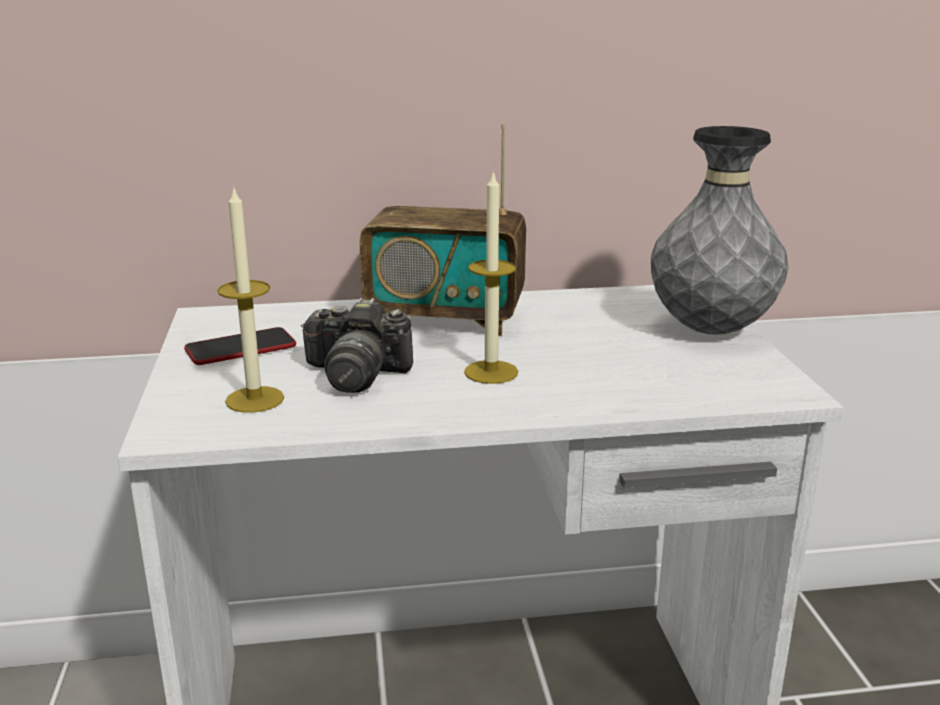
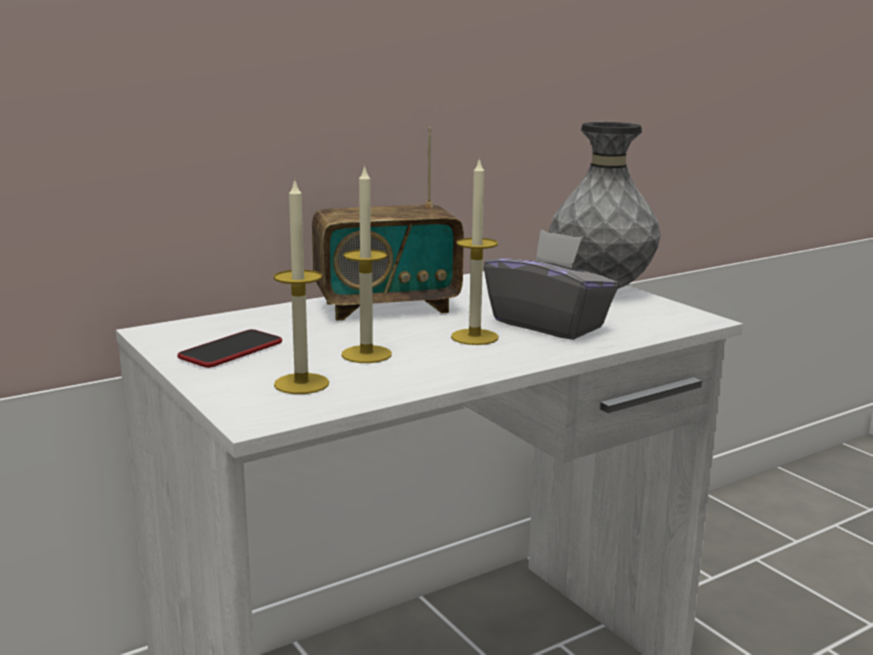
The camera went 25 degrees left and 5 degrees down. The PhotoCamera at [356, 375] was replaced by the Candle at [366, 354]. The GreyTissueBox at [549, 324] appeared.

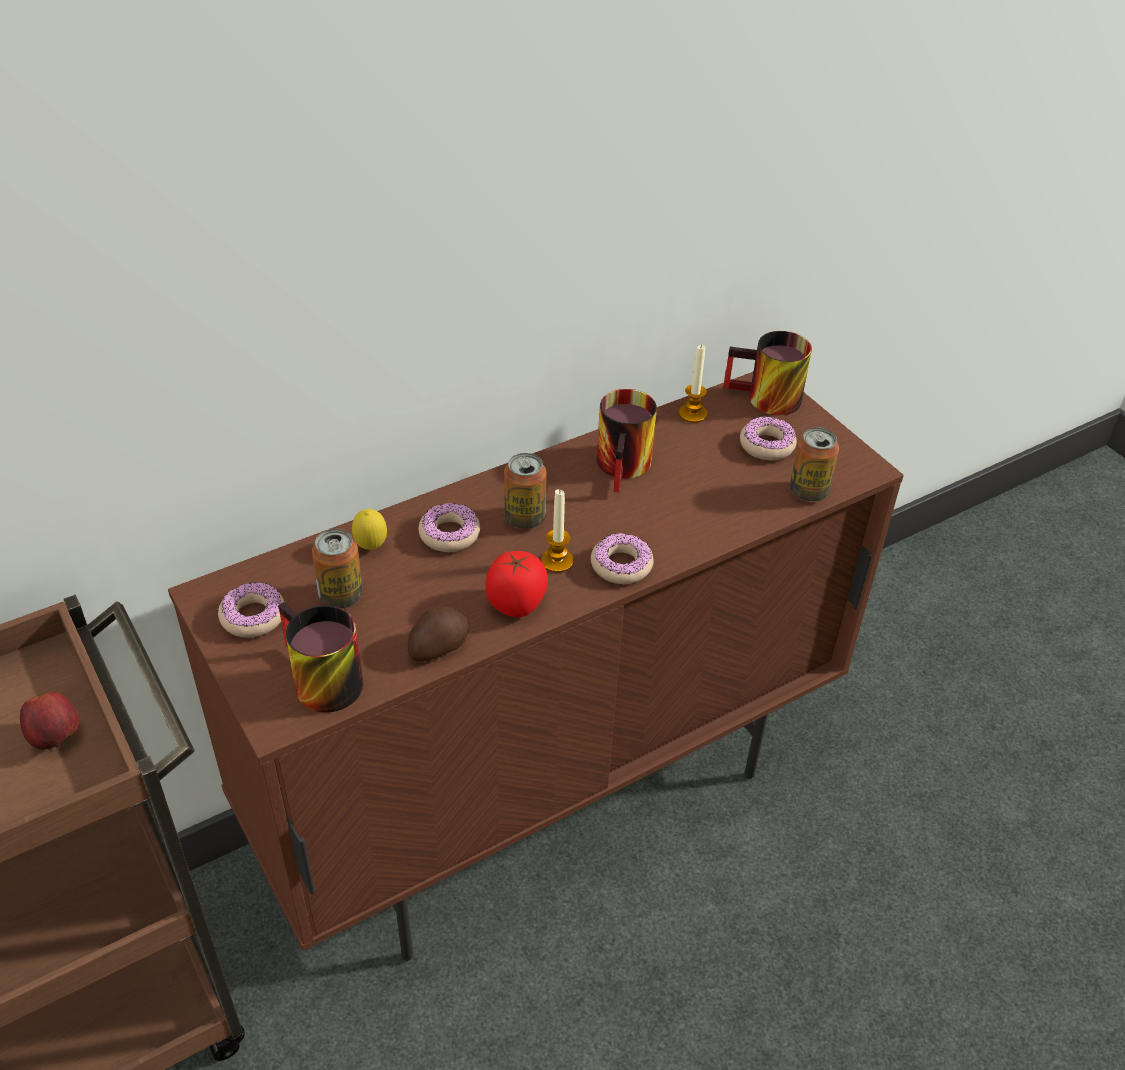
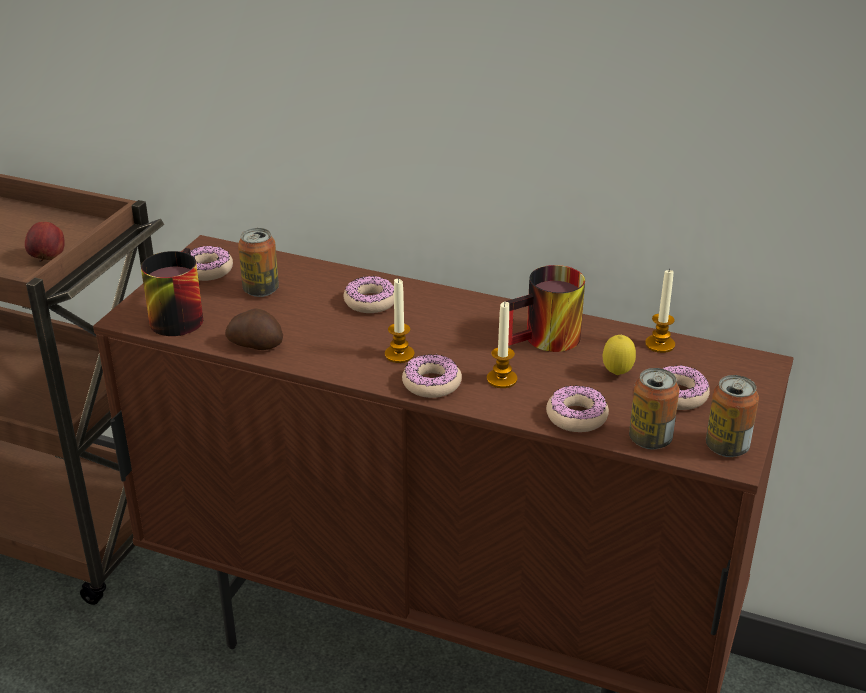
The camera went 55 degrees right and 10 degrees down. The Candle at [502, 379] appeared. The Donut at [576, 416] appeared. The Lemon moved from [371, 547] to [617, 374]. The Can moved from [525, 518] to [727, 447]. The Tomato at [517, 605] disappeared. The Mug at [764, 400] disappeared.

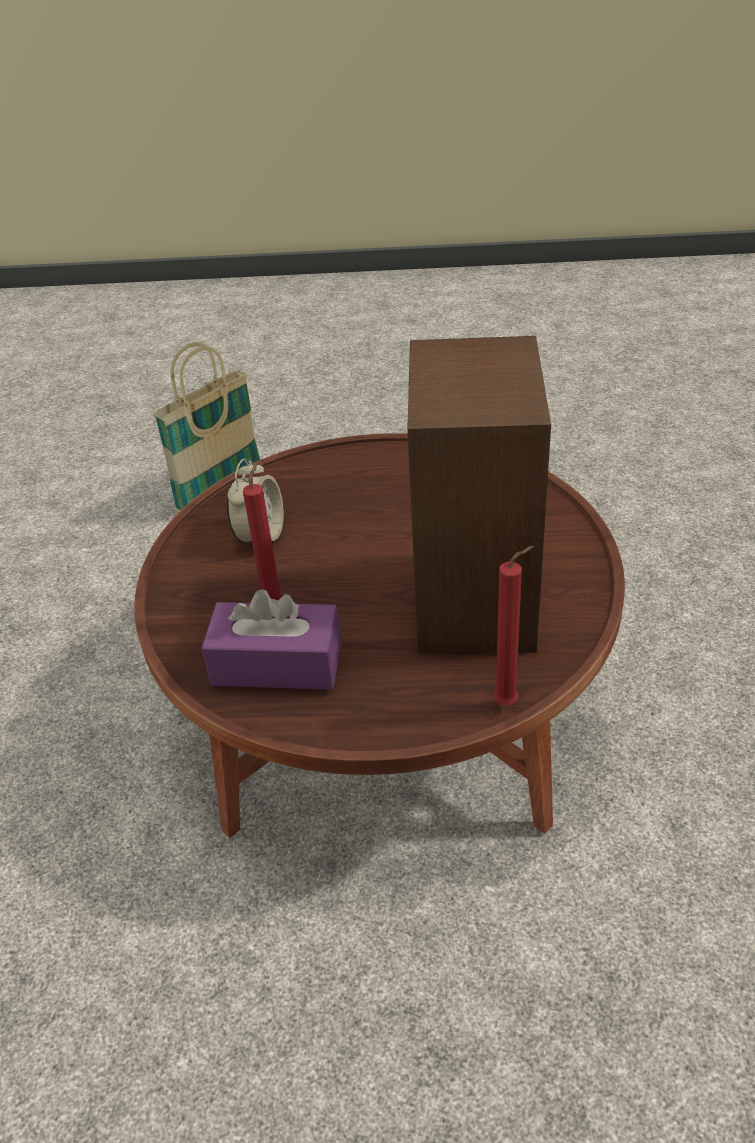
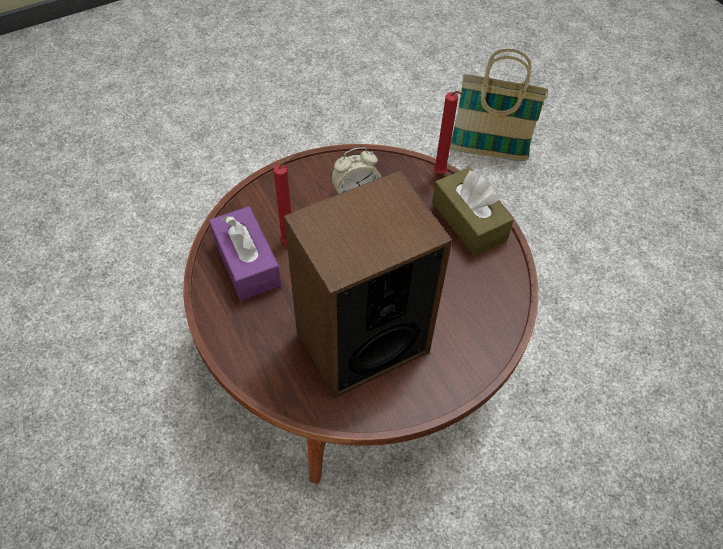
The camera went 55 degrees right and 15 degrees up. The BrownTissueBox at [469, 221] appeared. The RedCandle moved from [509, 702] to [441, 174].

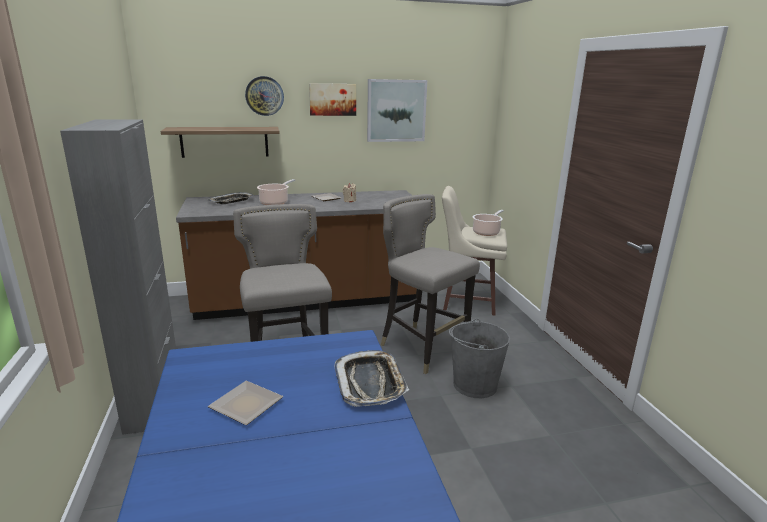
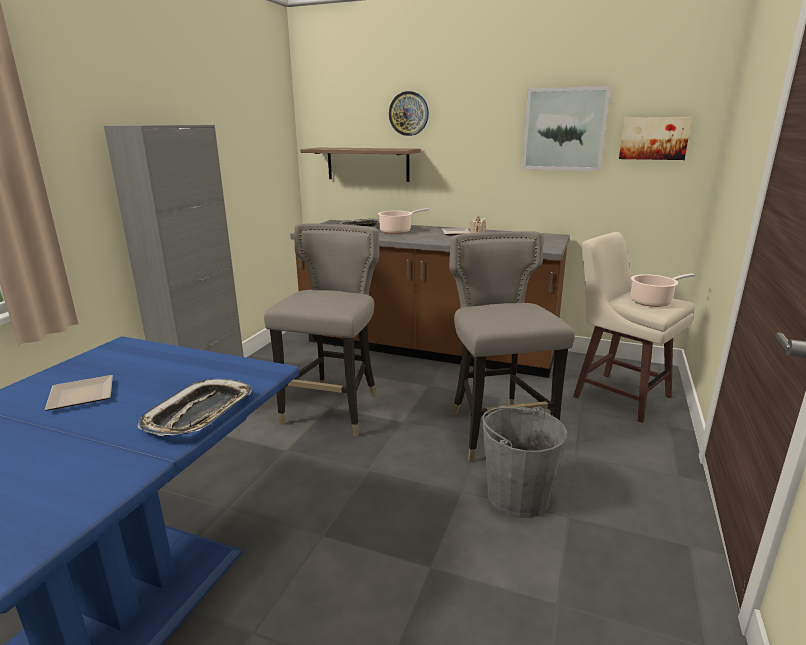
The camera went 35 degrees right and 0 degrees up. The Picture moved from [332, 99] to [654, 138].

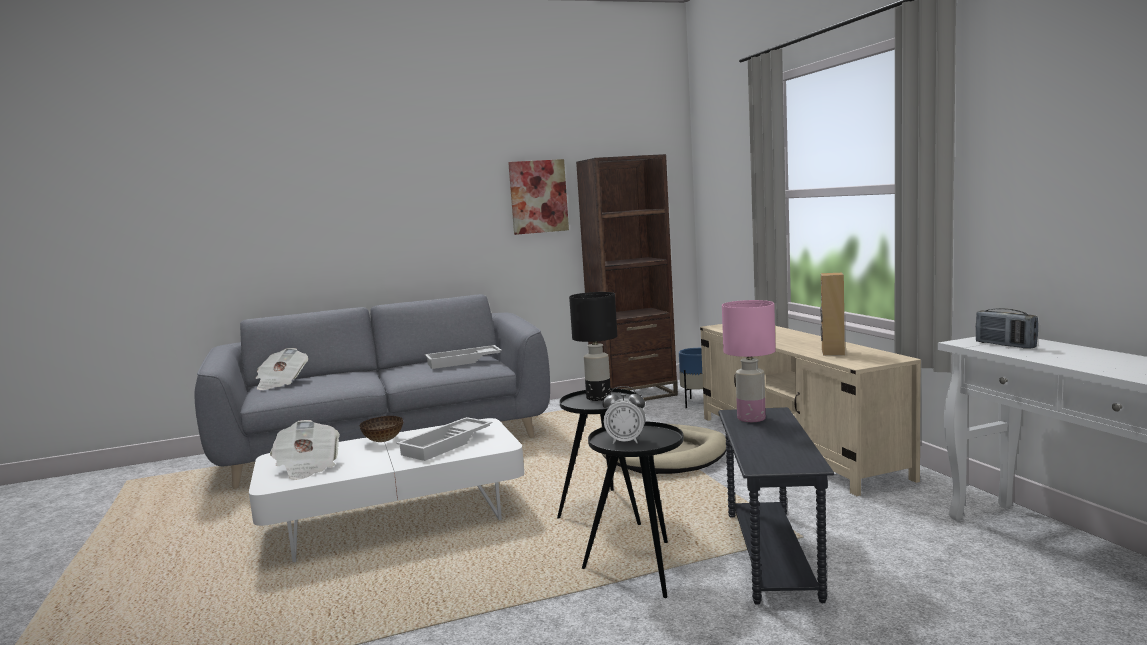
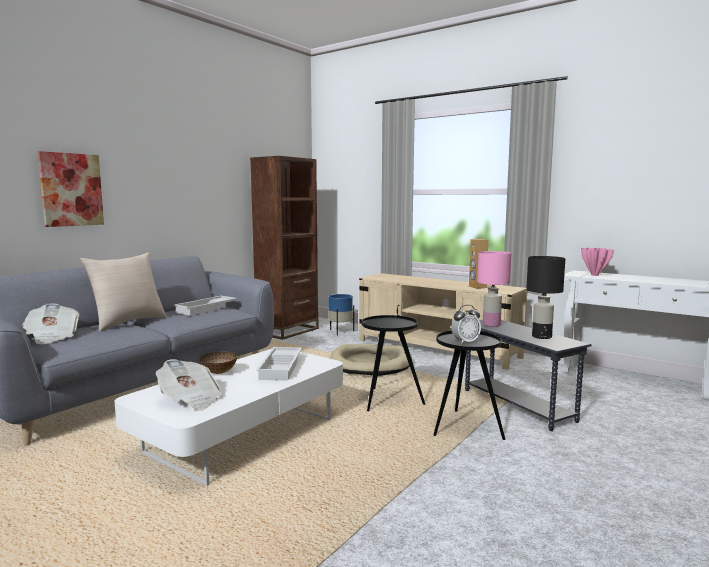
The camera went 35 degrees left and 0 degrees up. The Picture moved from [538, 196] to [71, 189]. The BeigePillow at [128, 322] appeared. The BlackTableLamp moved from [598, 398] to [541, 337]. The Radio at [1005, 345] was replaced by the PinkVase at [594, 275].

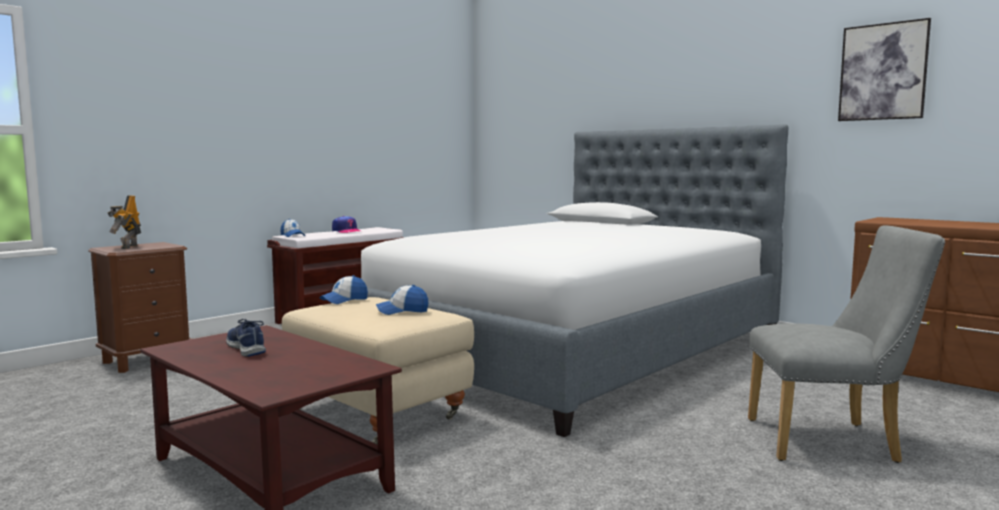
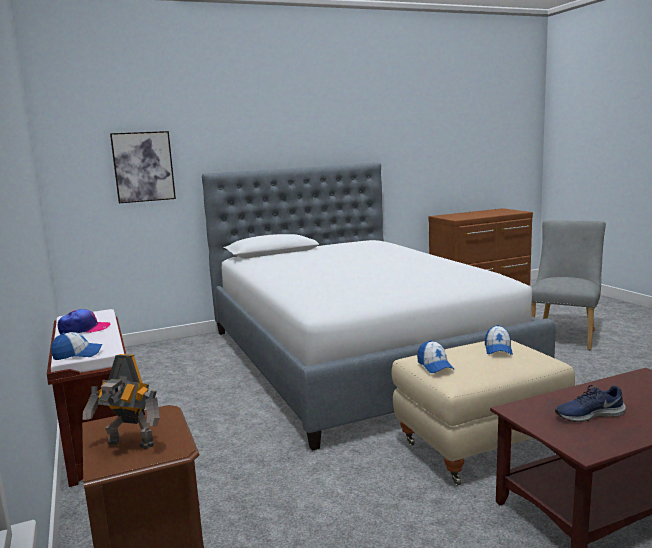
The camera went 65 degrees left and 5 degrees up. The Picture moved from [883, 72] to [143, 167].

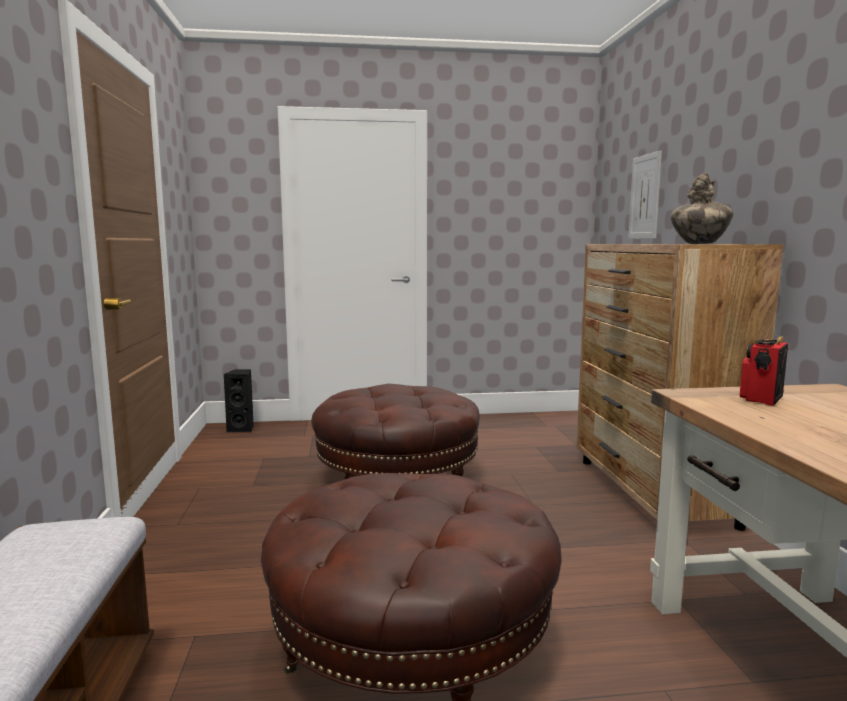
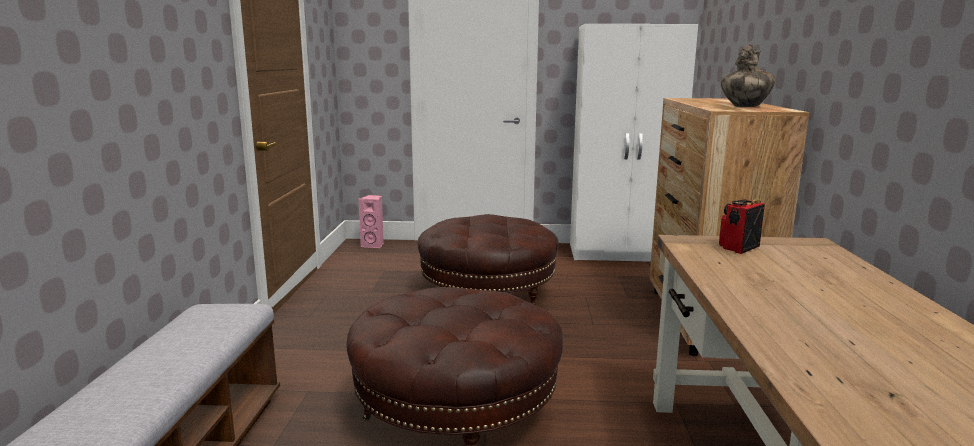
The camera went 10 degrees right and 5 degrees up. The BlackSpeaker at [242, 429] became the PinkSpeaker at [374, 245]. The WhiteWardrobe at [622, 253] appeared. The Picture at [645, 197] disappeared.

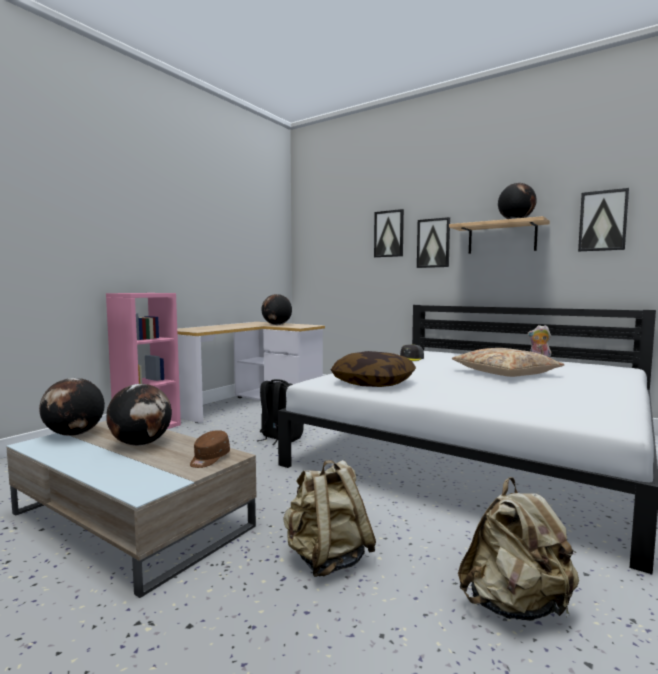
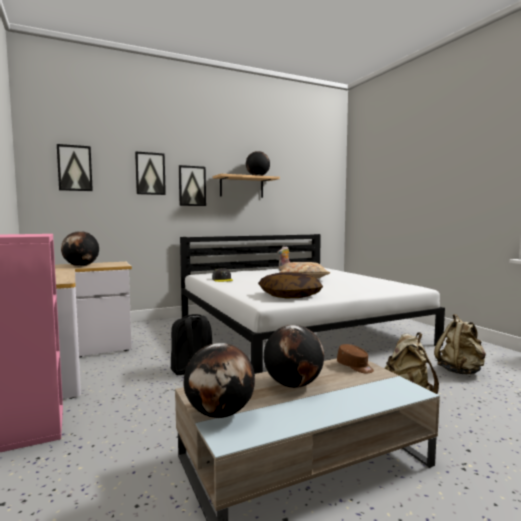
The camera went 60 degrees left and 0 degrees up. The Picture moved from [603, 221] to [75, 168].

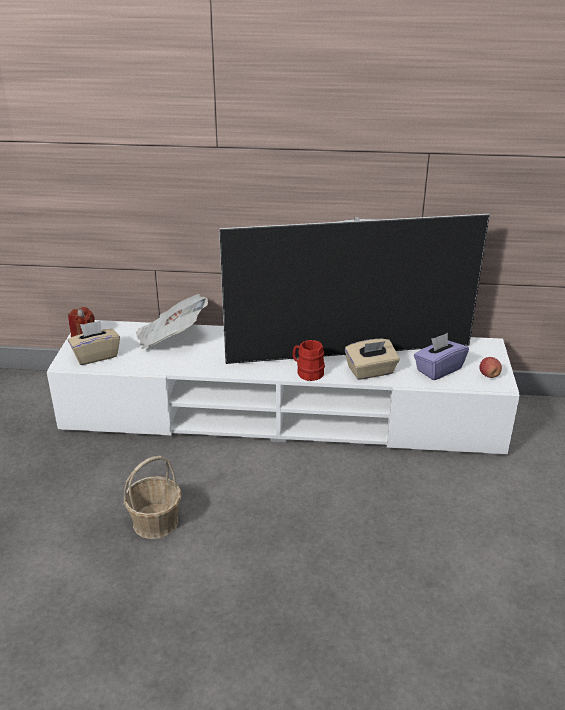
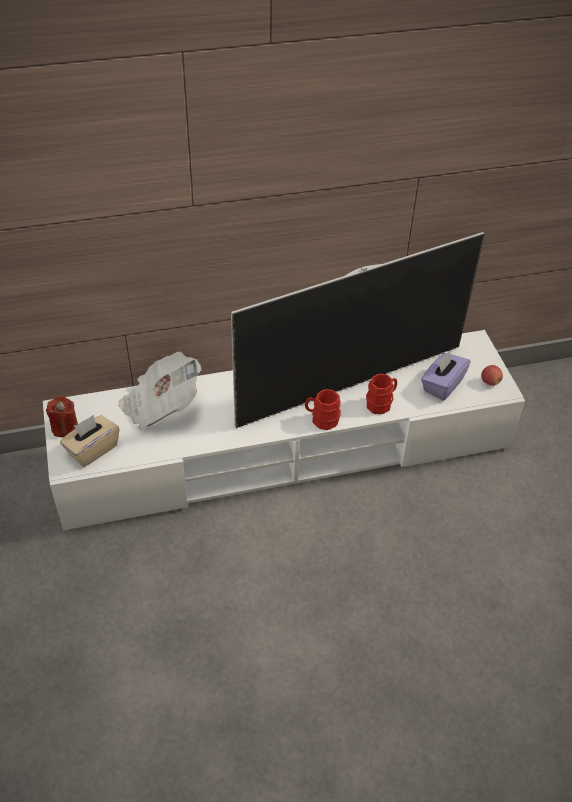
The camera went 20 degrees left and 15 degrees up. The BeigeTissueBox at [371, 371] was replaced by the RedMug at [381, 403]. The Basket at [156, 522] disappeared.

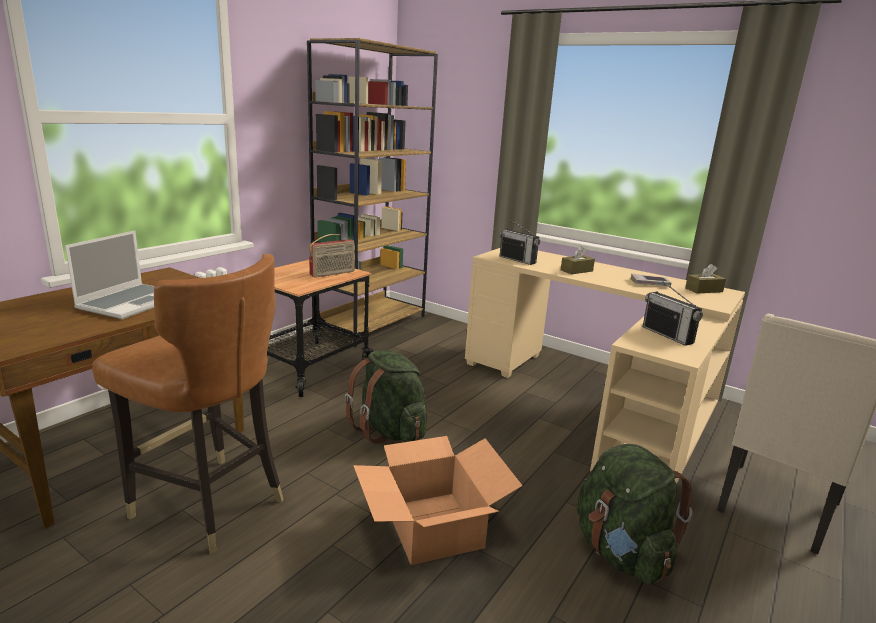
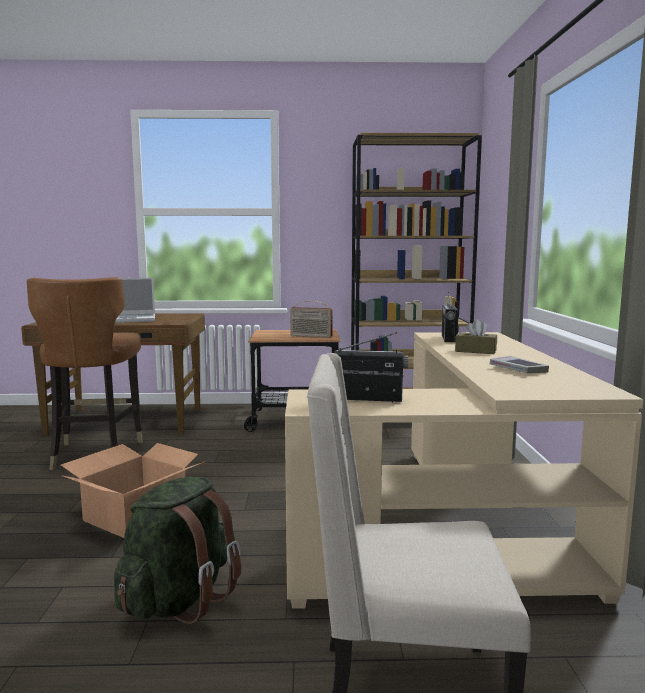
The camera went 55 degrees right and 10 degrees down. The Radio at [667, 335] turned 75 degrees clockwise. The GreenBackpack at [389, 431] disappeared. The BrownTissueBox at [704, 290] disappeared.

